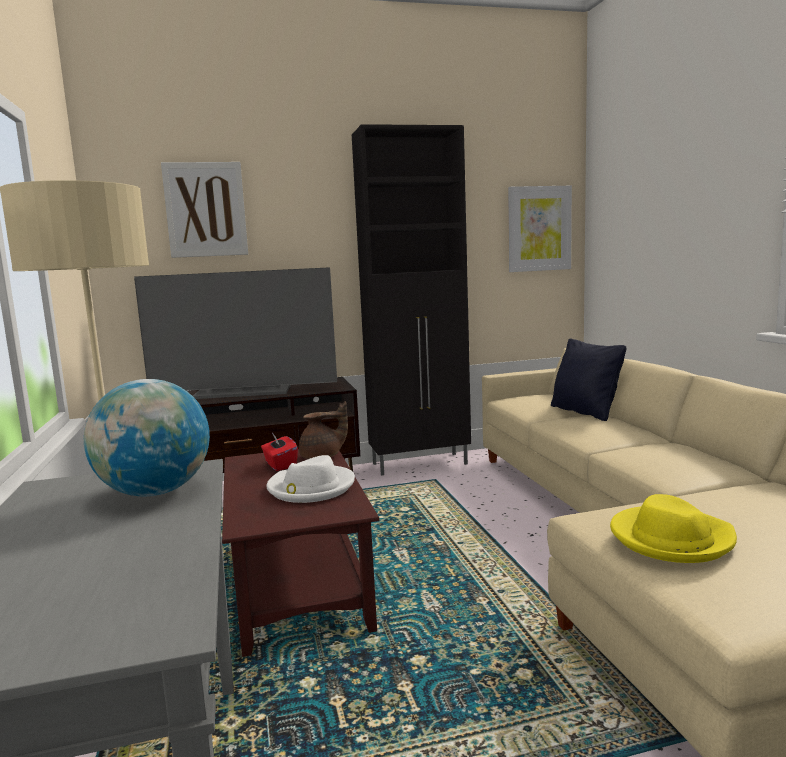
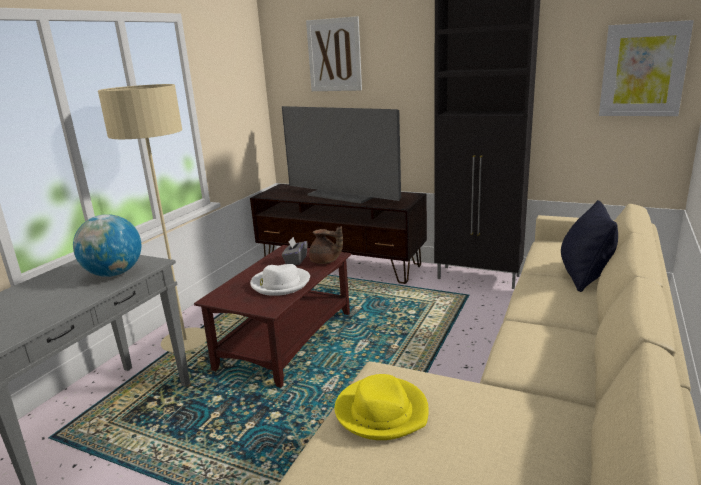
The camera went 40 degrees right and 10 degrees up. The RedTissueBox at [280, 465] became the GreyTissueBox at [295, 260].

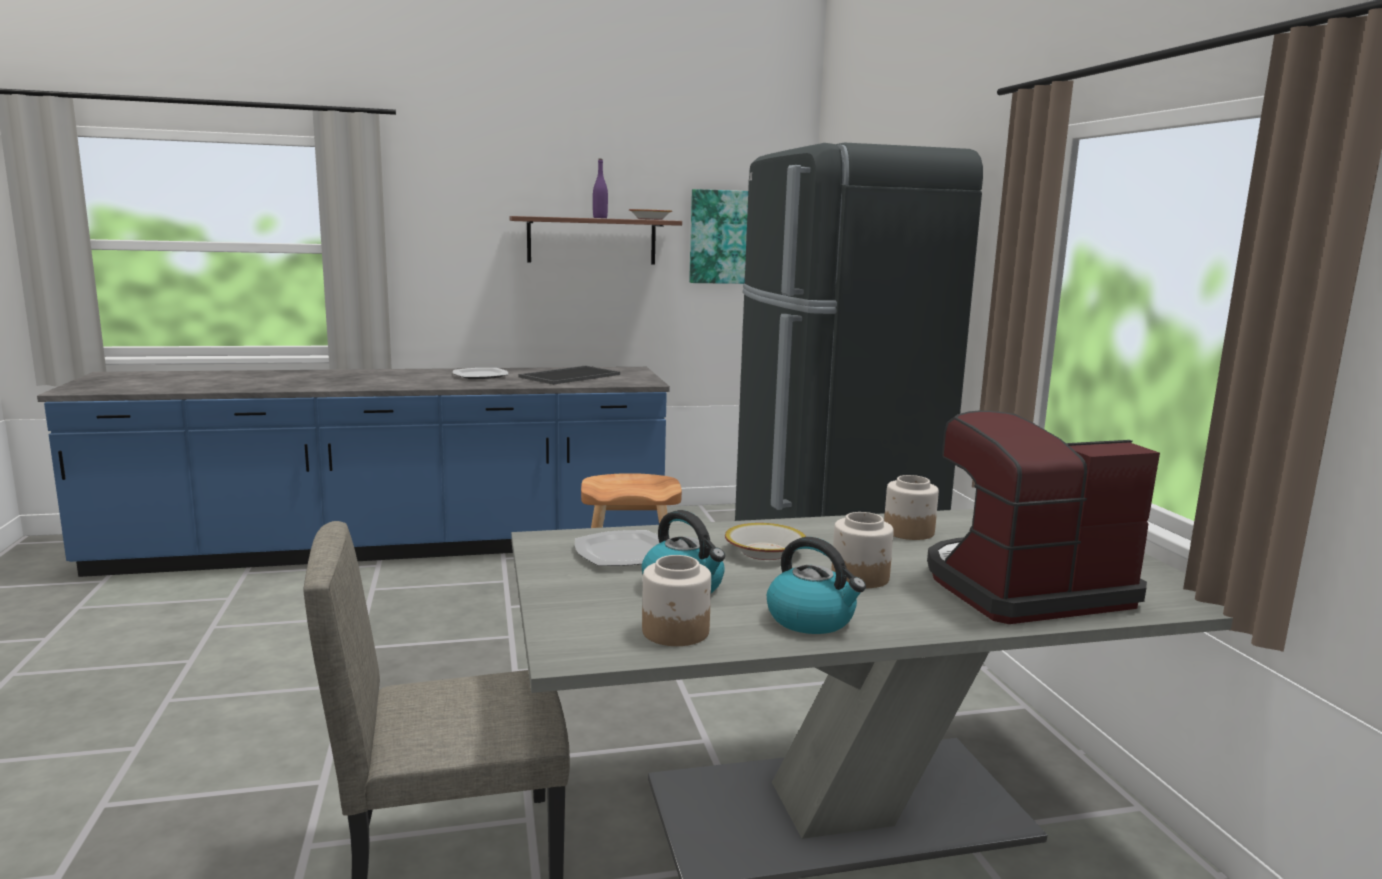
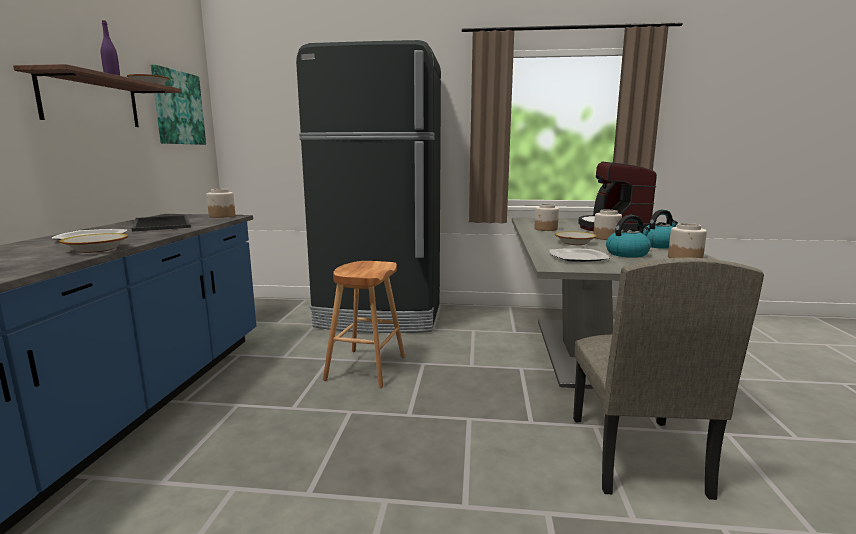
The camera went 70 degrees left and 0 degrees up. The Bowl at [96, 249] appeared. The Jar at [222, 216] appeared.

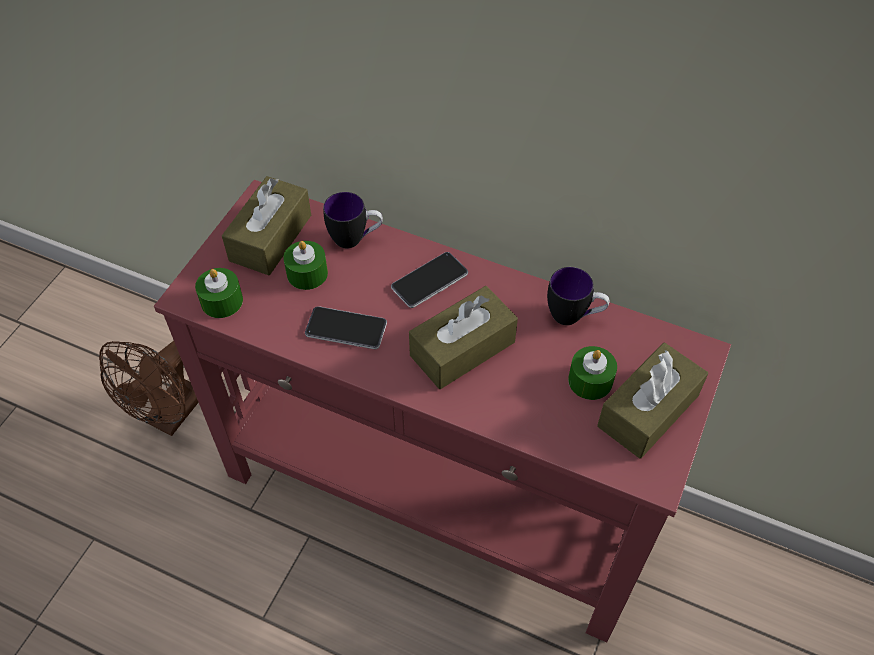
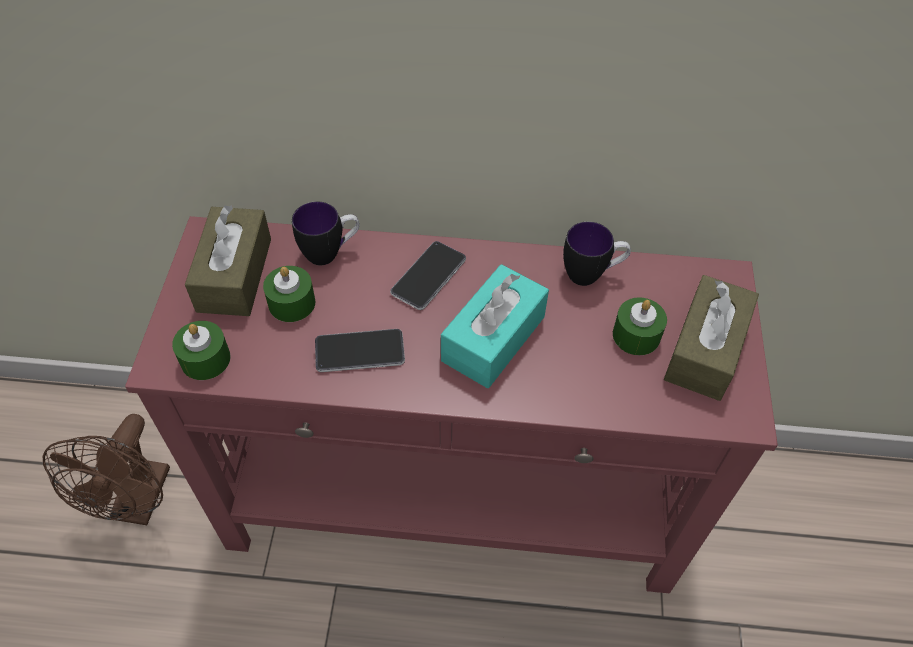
The camera went 20 degrees left and 0 degrees up. The BrownTissueBox at [462, 349] became the TurquoiseTissueBox at [493, 338].

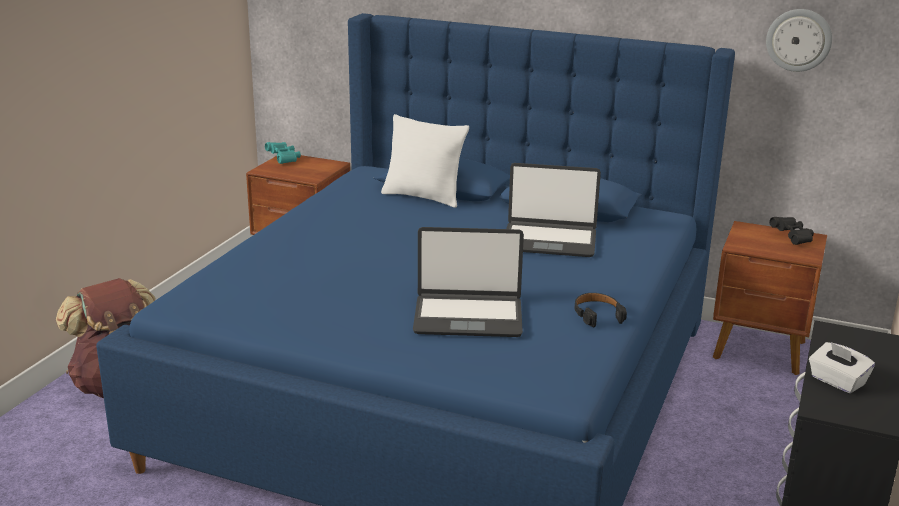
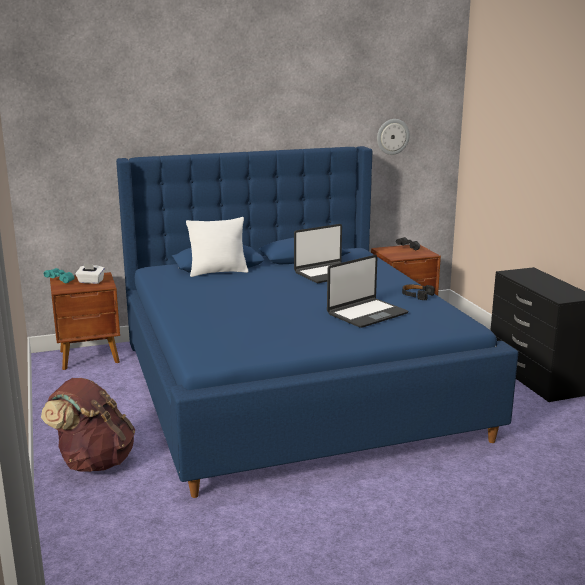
The camera went 40 degrees left and 5 degrees down. The WhiteTissueBox moved from [837, 381] to [90, 281].

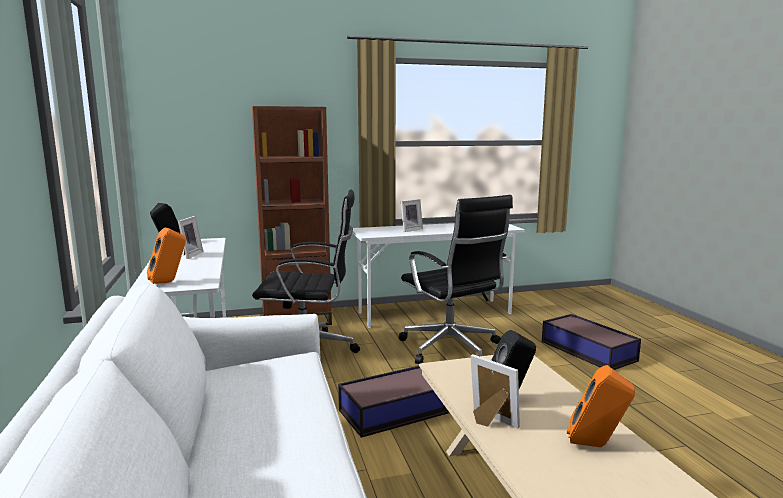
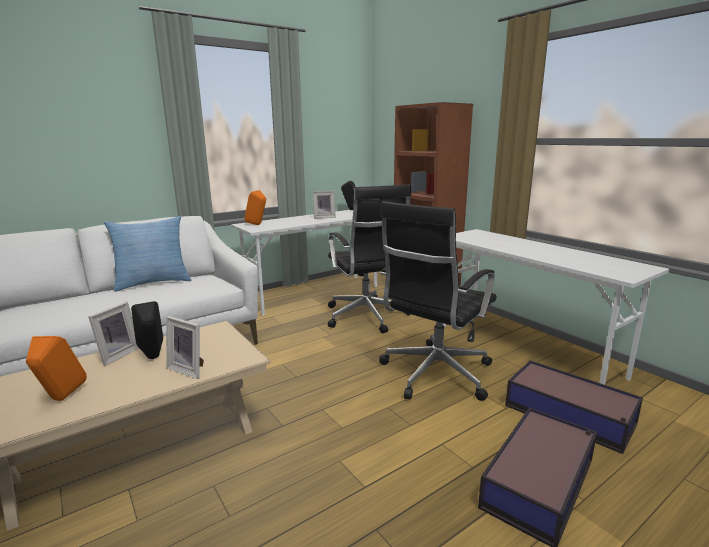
The camera went 70 degrees right and 5 degrees up. The Pillow at [153, 282] appeared. The PictureFrame moved from [410, 230] to [189, 369]. The StorageBox moved from [399, 410] to [570, 415].

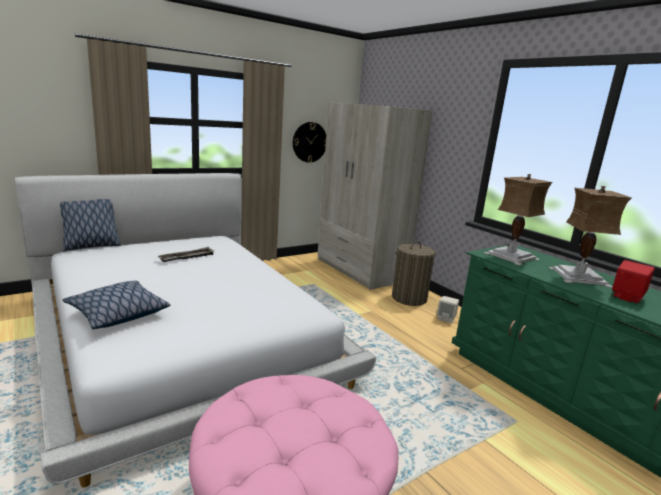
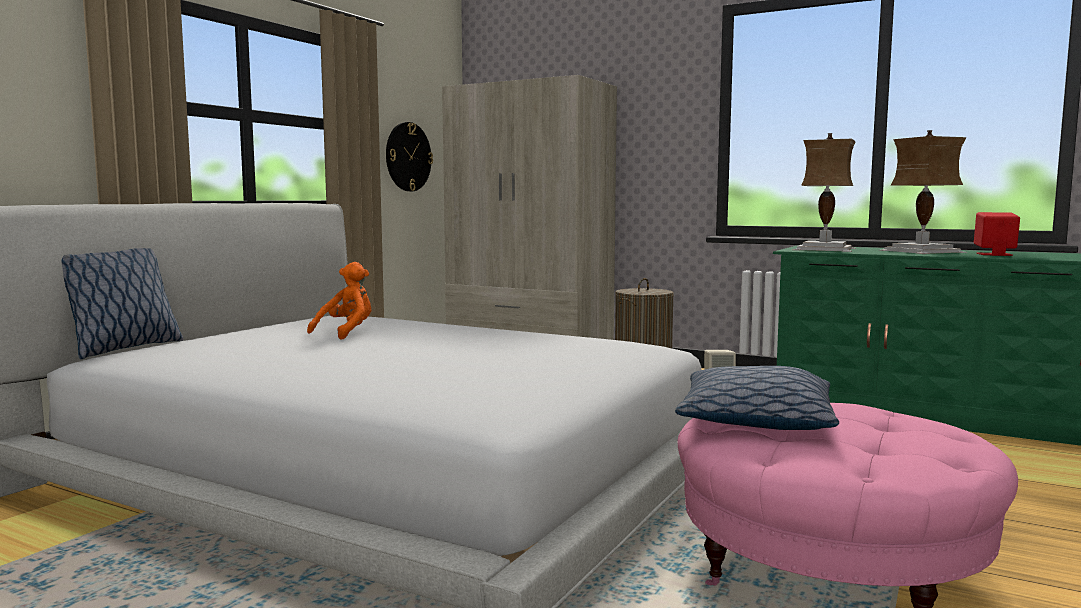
The camera went 25 degrees left and 10 degrees down. The Tray at [187, 257] was replaced by the OrangePlushToy at [347, 332]. The Pillow moved from [117, 314] to [755, 421].

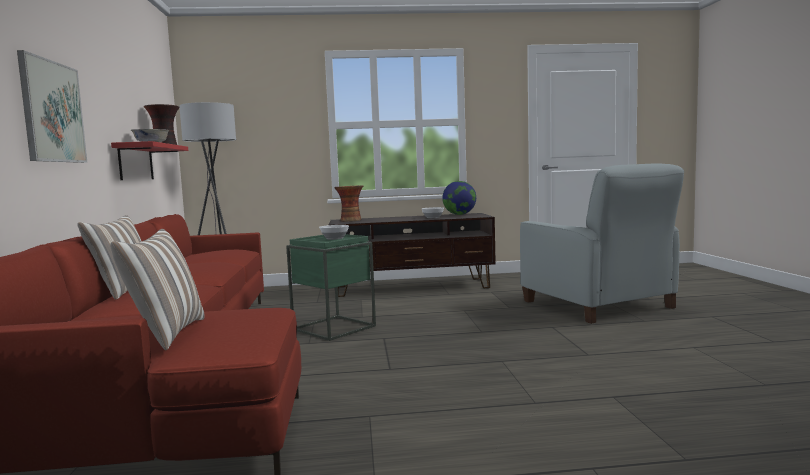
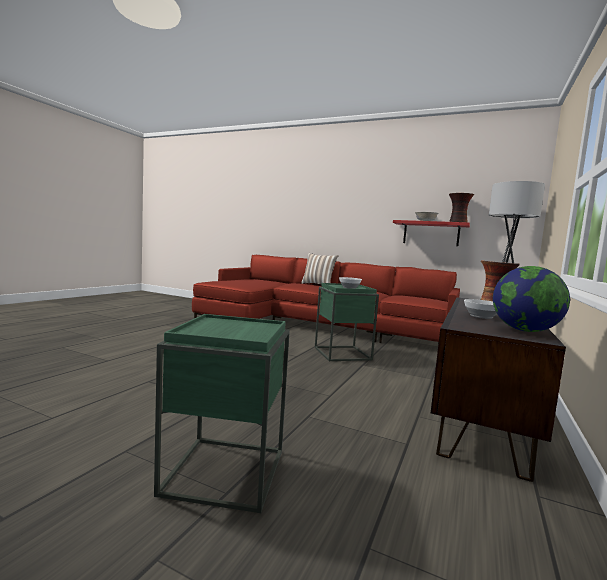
The camera went 120 degrees right and 0 degrees up. The GreyArmchair at [598, 305] was replaced by the GreenSideTable at [224, 471]. The Picture at [52, 112] disappeared. The Pillow at [166, 334] disappeared.

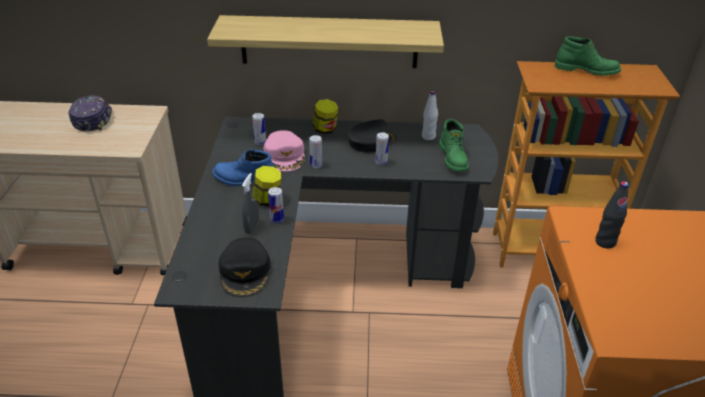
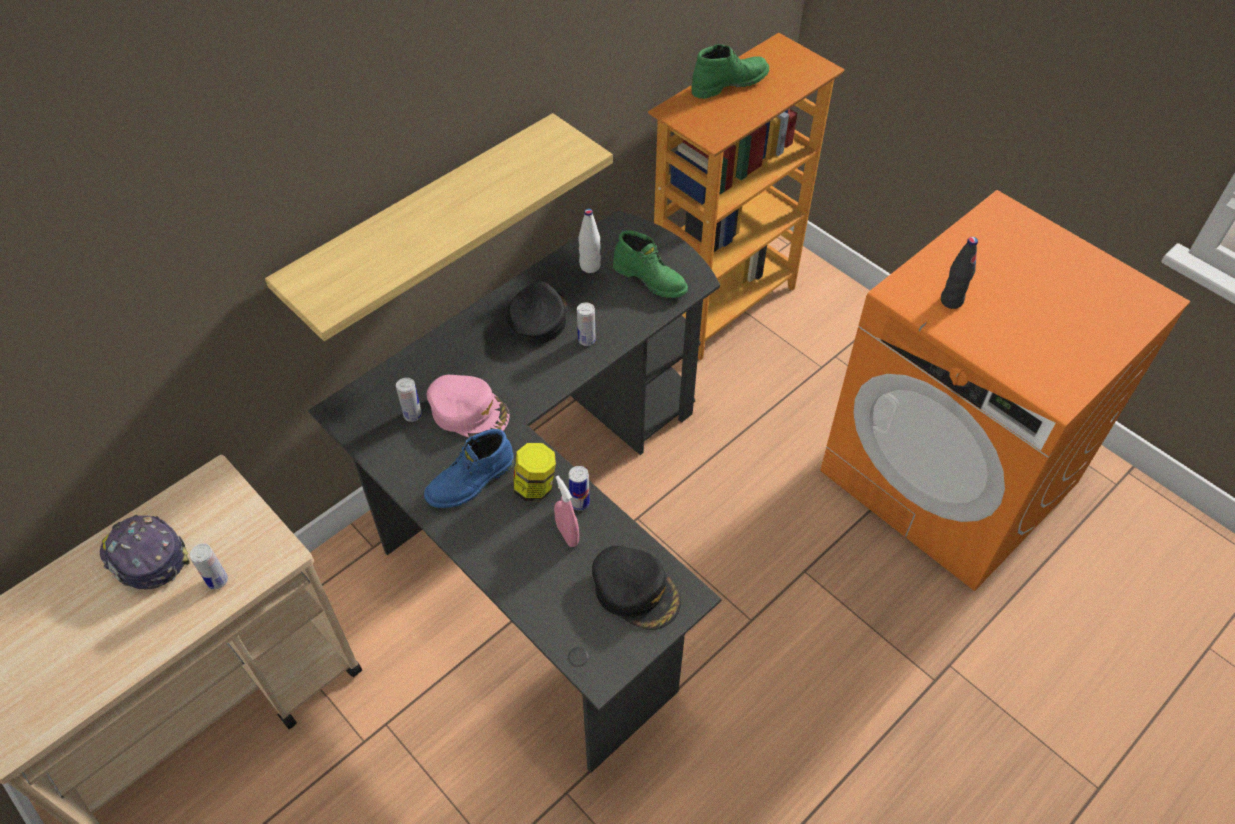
The camera went 45 degrees left and 15 degrees up. The Can moved from [316, 165] to [217, 580]. The GreySprayBottle at [251, 227] became the PinkSprayBottle at [567, 534]. The Jar at [325, 129] disappeared.

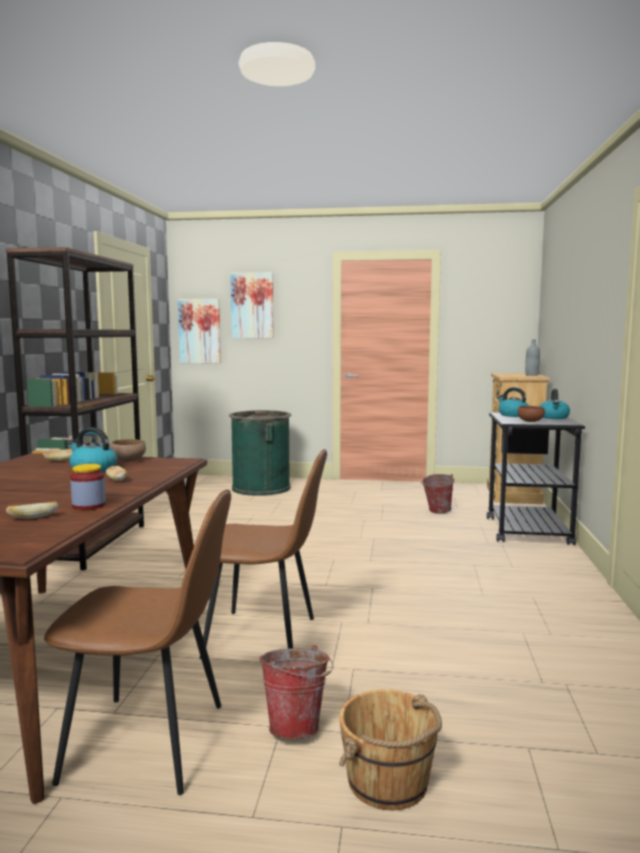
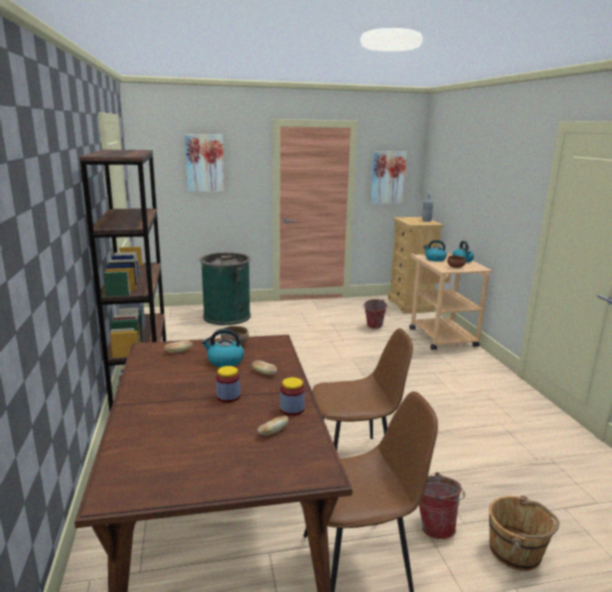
The camera went 20 degrees left and 10 degrees up. The Jar at [228, 396] appeared. The Picture moved from [200, 331] to [388, 177]. The BlackCart at [525, 528] became the BeigeCart at [439, 335].

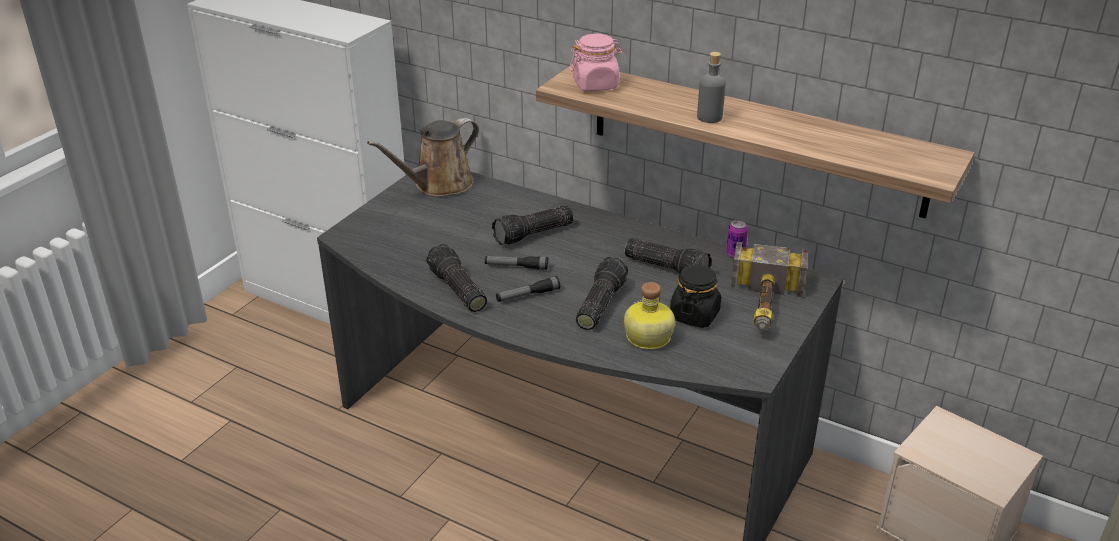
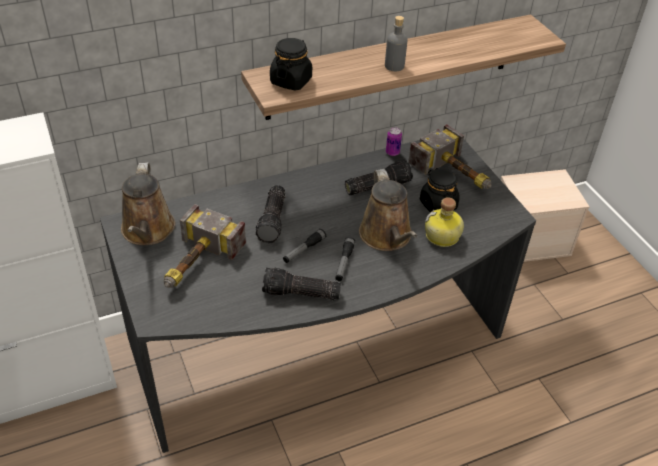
The camera went 55 degrees left and 10 degrees up. The Hammer at [195, 263] appeared. The PinkJar at [596, 84] became the BlackJar at [291, 81]. The Flashlight at [599, 304] was replaced by the BrownWateringCan at [387, 236].

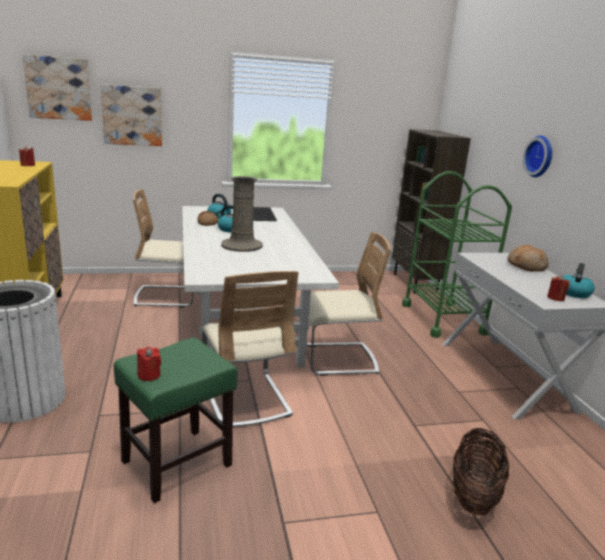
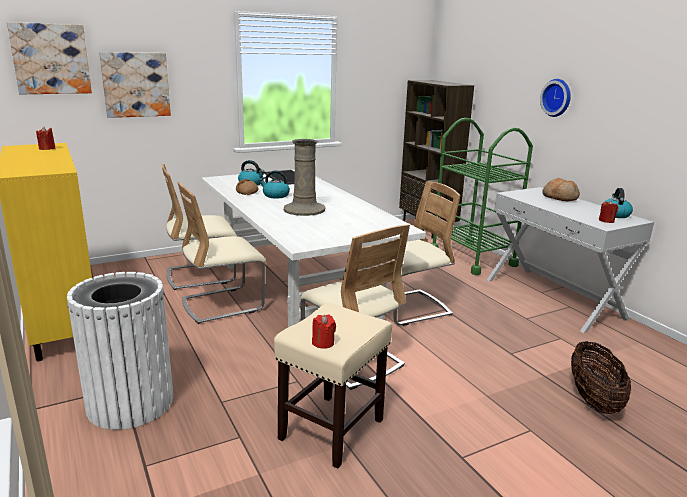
The camera went 15 degrees left and 0 degrees up. The BeigeChair at [222, 304] appeared. The GreenStool at [178, 462] became the BeigeStool at [332, 428].

